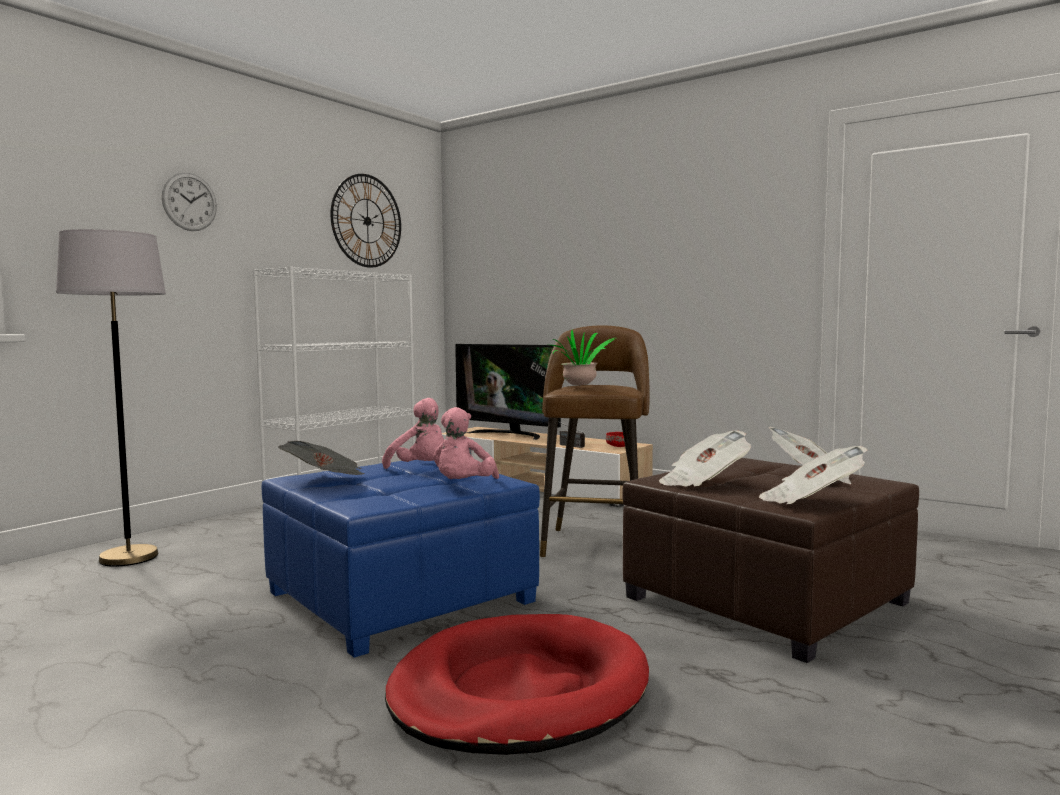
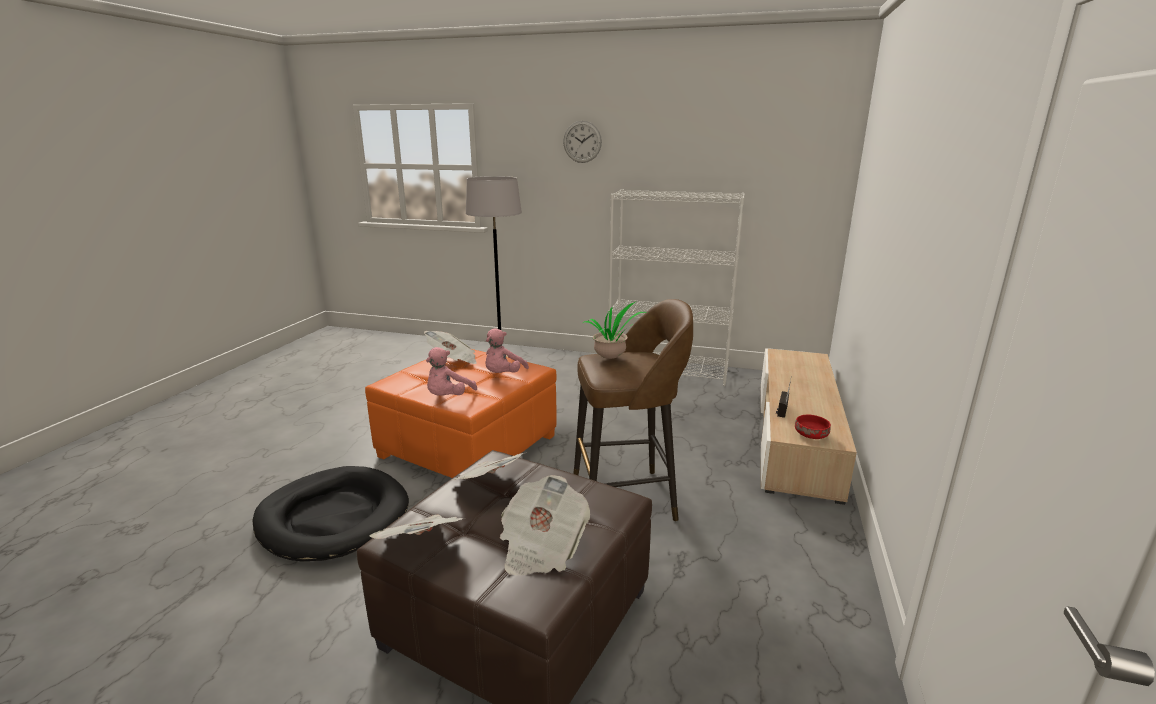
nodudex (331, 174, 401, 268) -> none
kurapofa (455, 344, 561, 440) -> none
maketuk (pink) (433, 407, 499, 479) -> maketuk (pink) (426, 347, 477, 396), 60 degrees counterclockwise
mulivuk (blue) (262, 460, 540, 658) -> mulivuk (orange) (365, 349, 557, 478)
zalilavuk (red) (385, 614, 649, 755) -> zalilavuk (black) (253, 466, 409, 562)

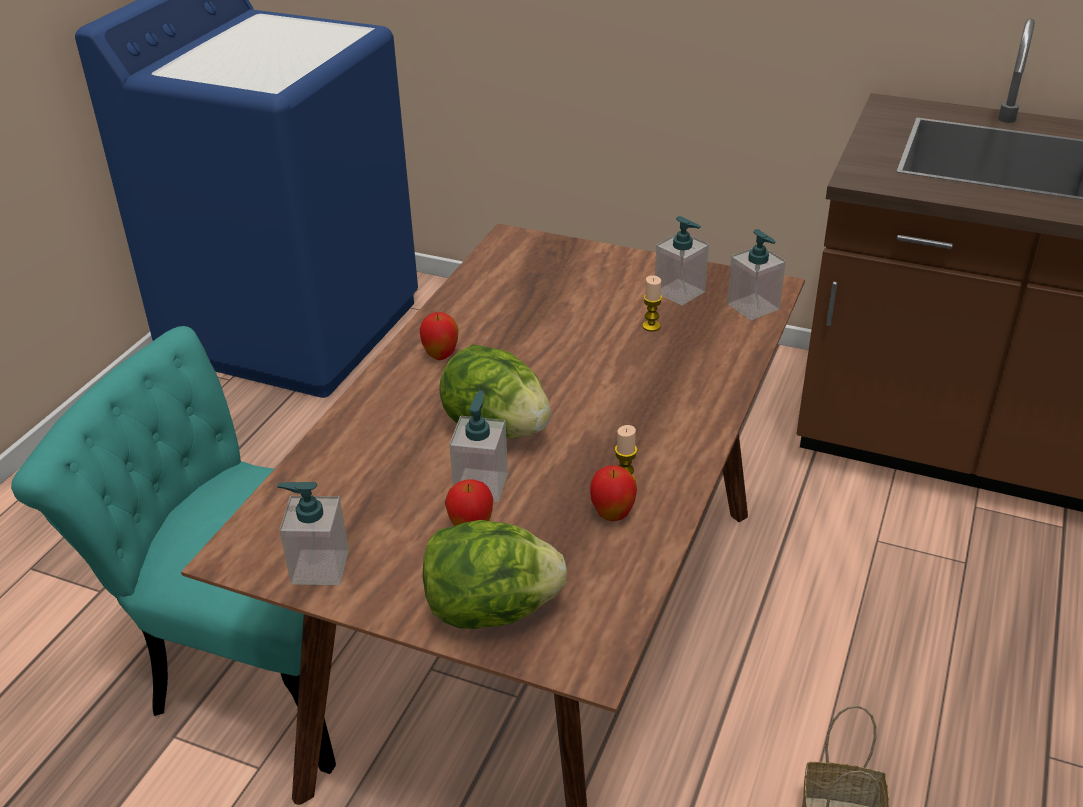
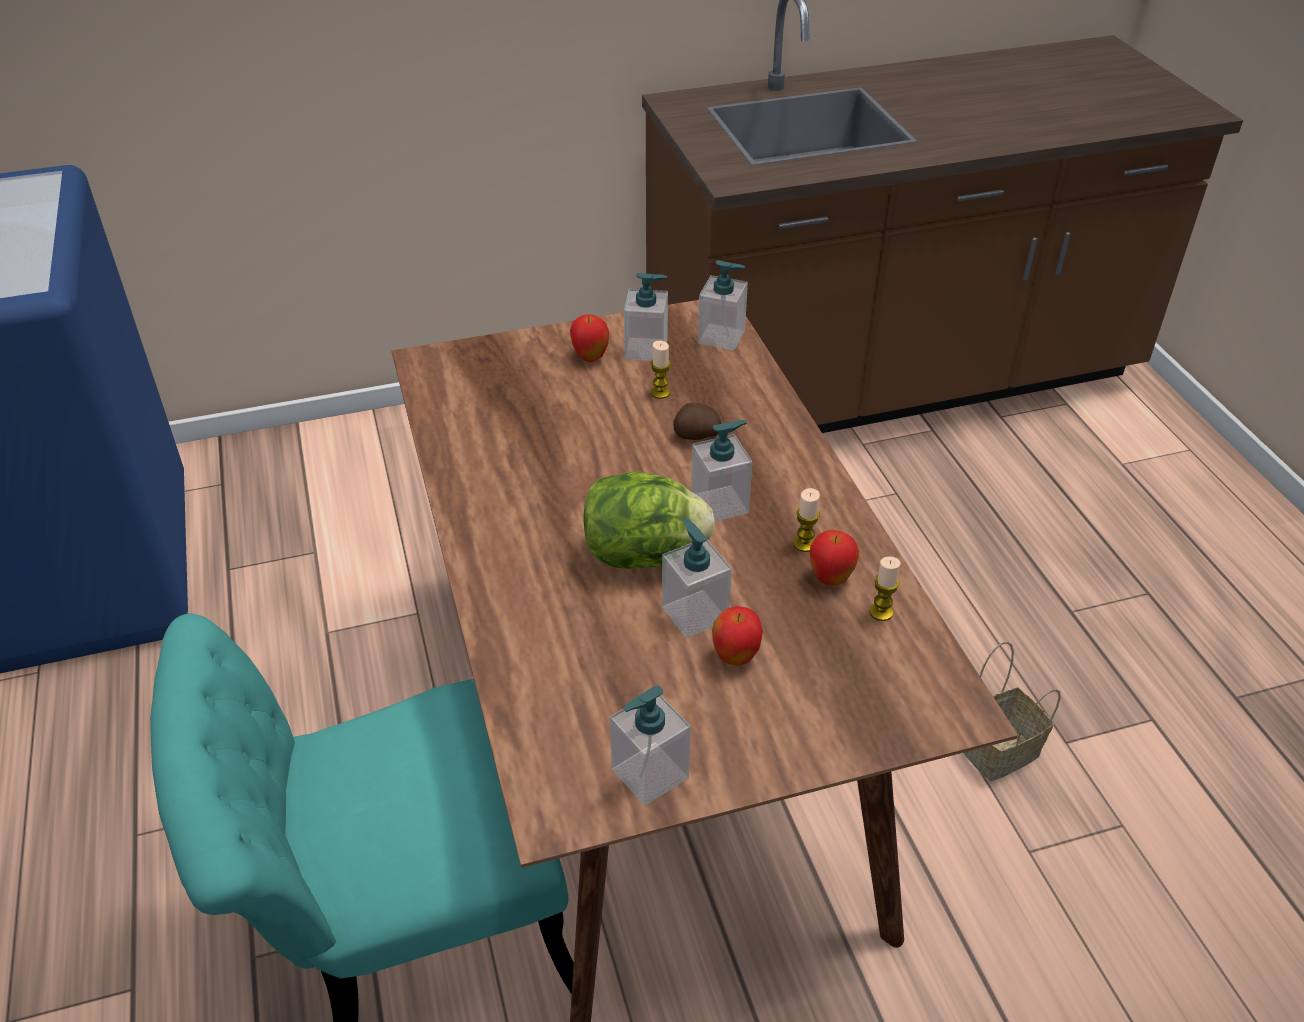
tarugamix (420, 312, 458, 360) -> tarugamix (570, 314, 609, 362), shifted
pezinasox (423, 520, 567, 629) -> none
none -> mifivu (673, 403, 721, 440)
none -> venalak (691, 420, 752, 521)
none -> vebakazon (869, 557, 901, 621)

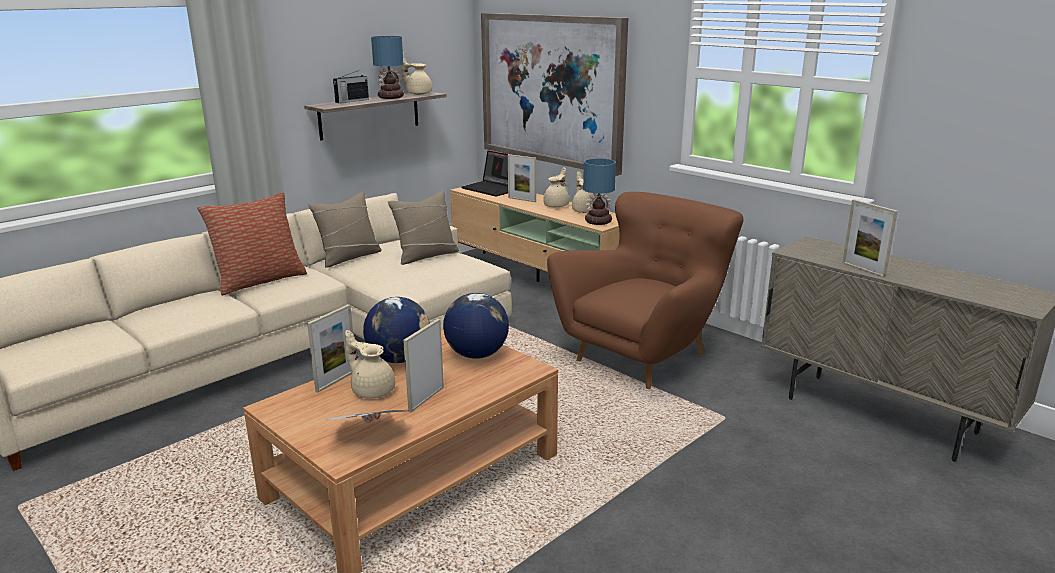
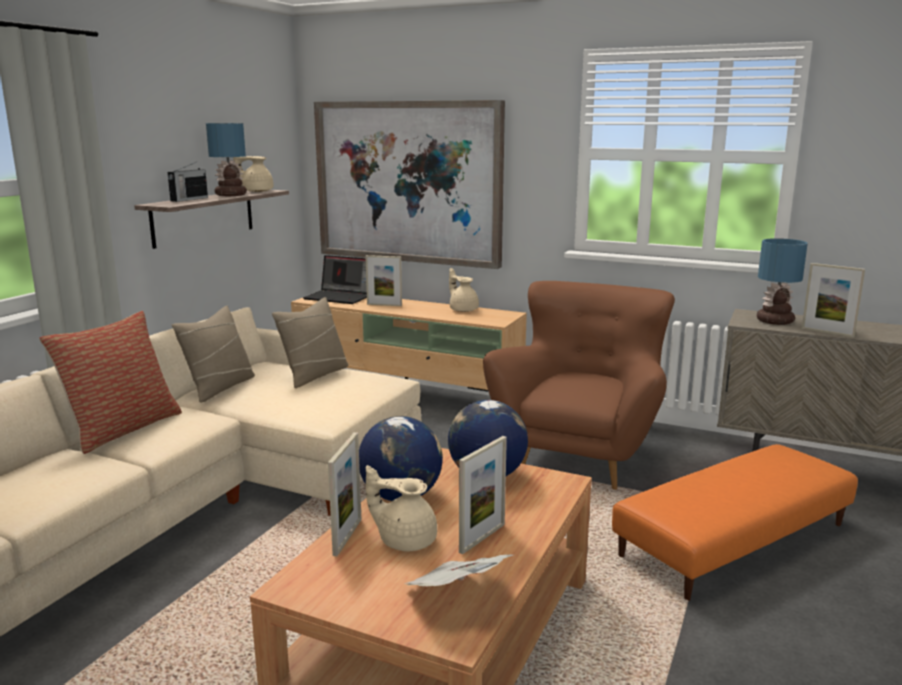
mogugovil (583, 158, 616, 225) -> mogugovil (757, 238, 808, 325), shifted
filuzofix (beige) (543, 167, 570, 207) -> none
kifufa (403, 319, 444, 412) -> kifufa (459, 436, 507, 555), 150 degrees counterclockwise
none -> mulivuk (orange) (612, 444, 858, 601)

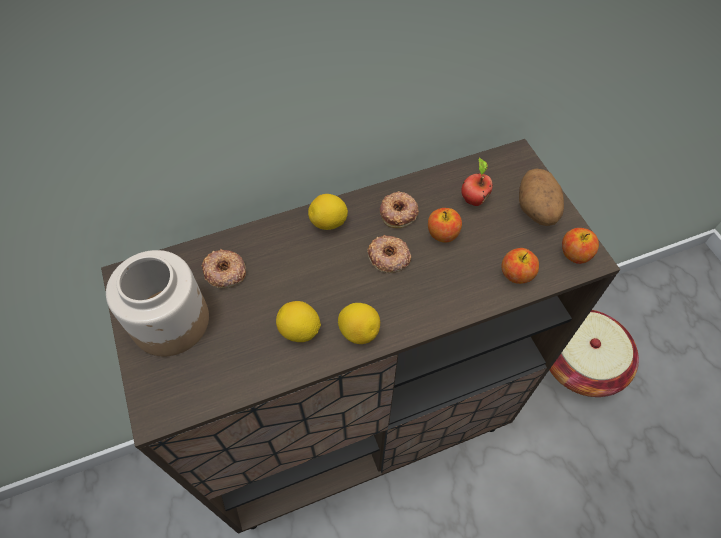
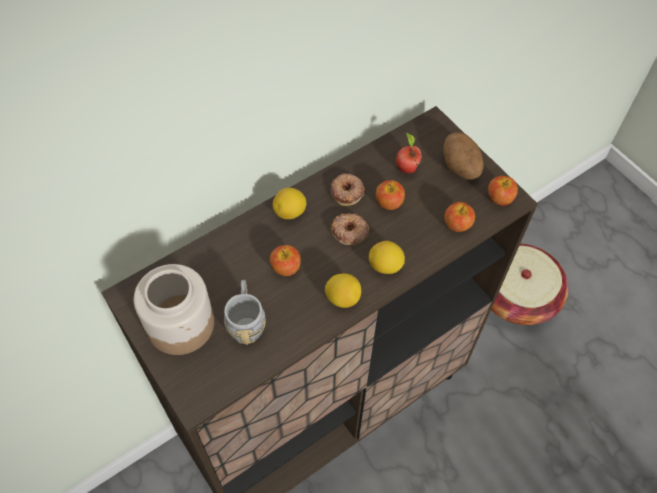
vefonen (202, 249, 246, 288) -> none
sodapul (276, 301, 321, 342) -> sodapul (369, 241, 405, 274), shifted
none -> tarugamix (270, 245, 301, 276)
none -> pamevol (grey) (224, 280, 266, 345)

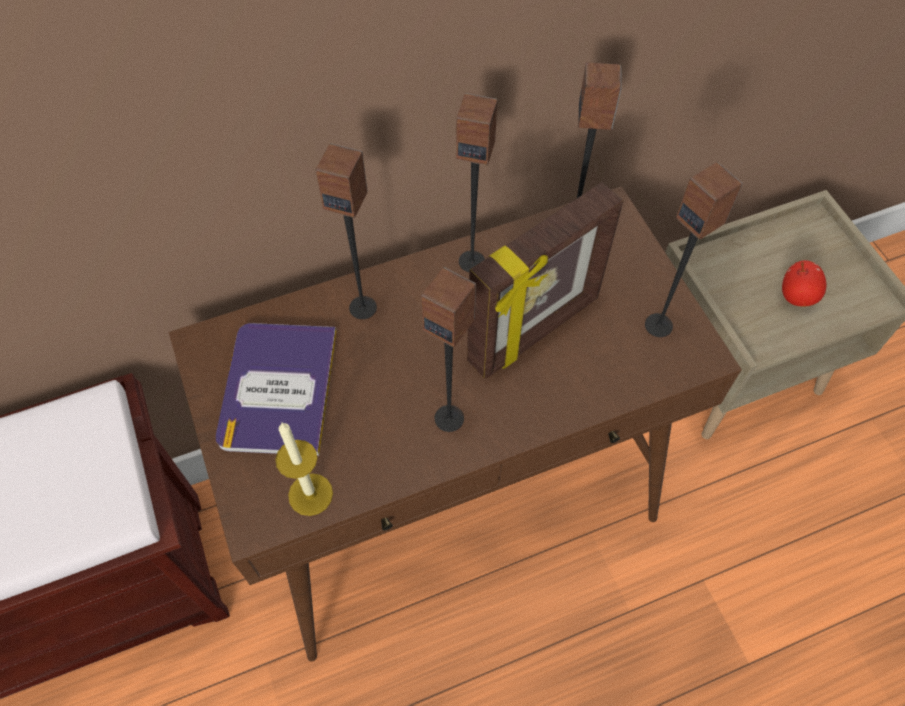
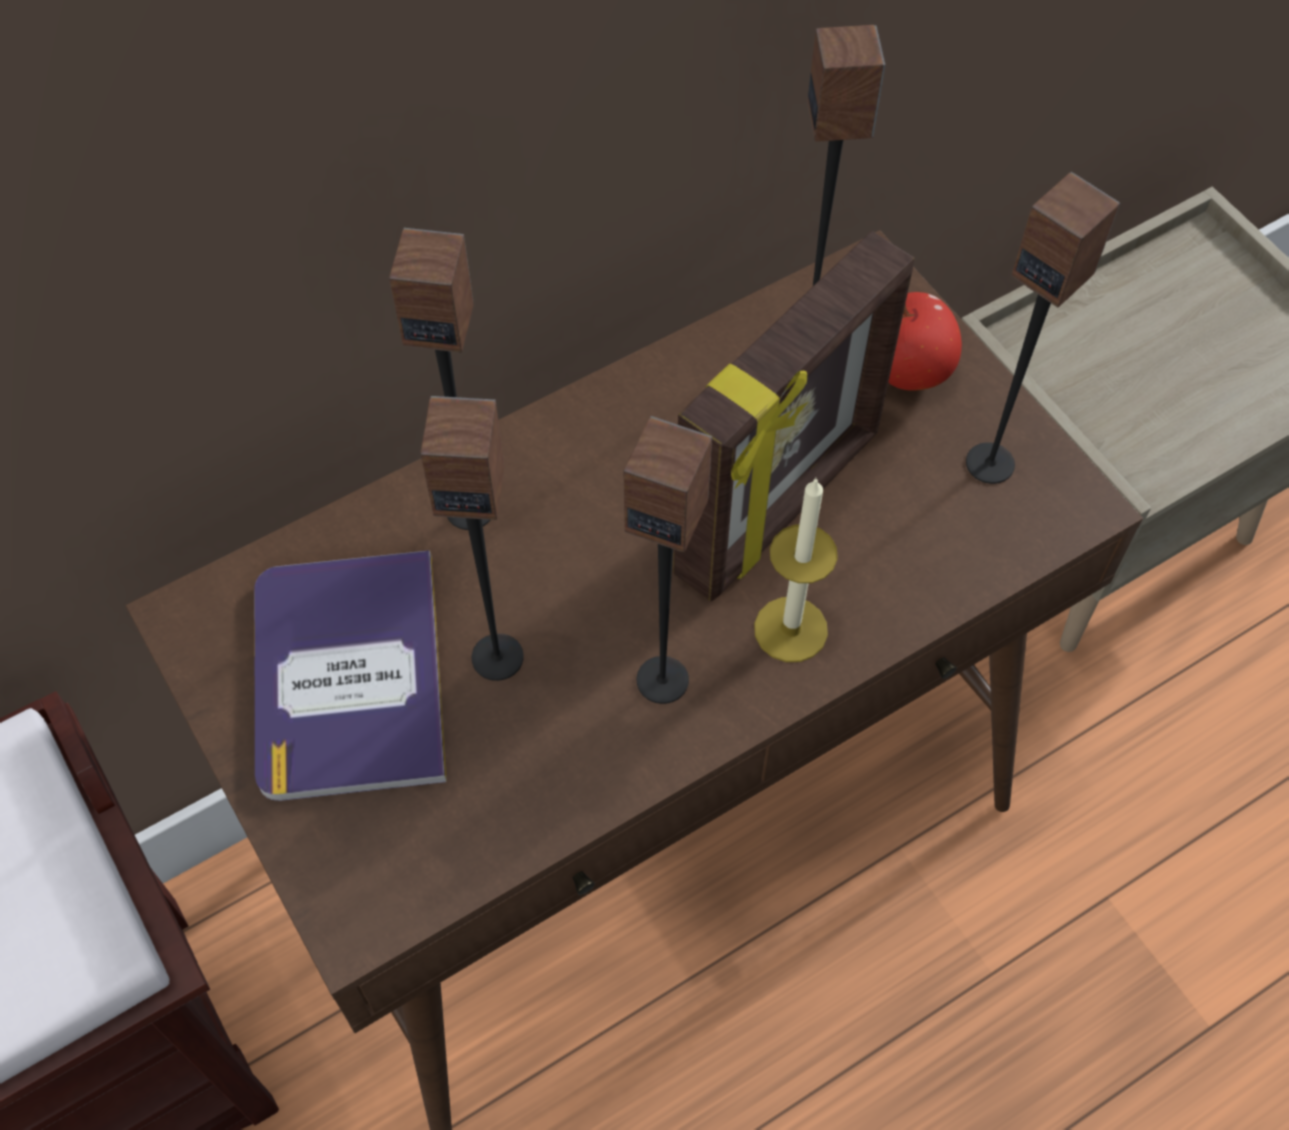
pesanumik (456, 93, 498, 272) -> pesanumik (420, 396, 524, 681), shifted
tarugamix (782, 260, 826, 306) -> tarugamix (888, 292, 962, 391), shifted
vebakazon (275, 422, 333, 516) -> vebakazon (754, 477, 838, 662), shifted

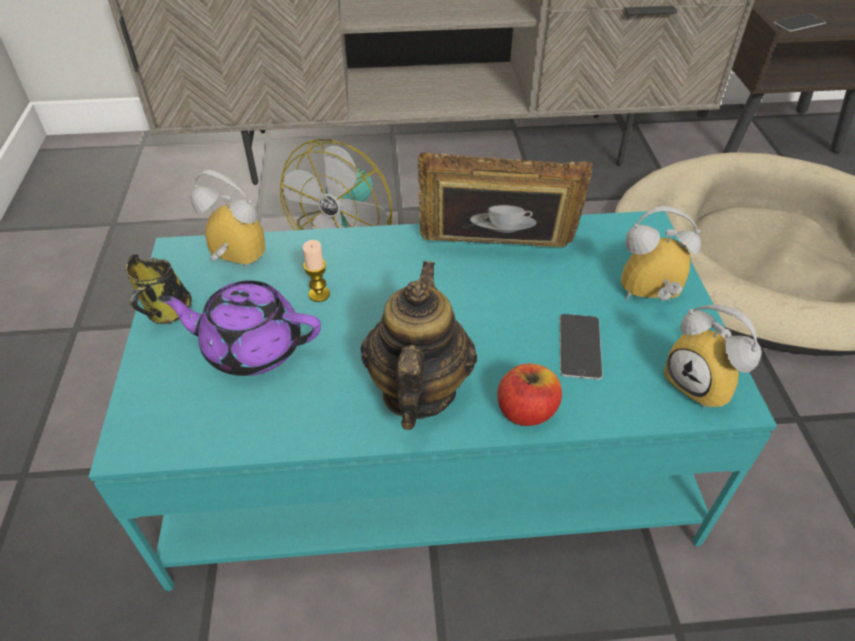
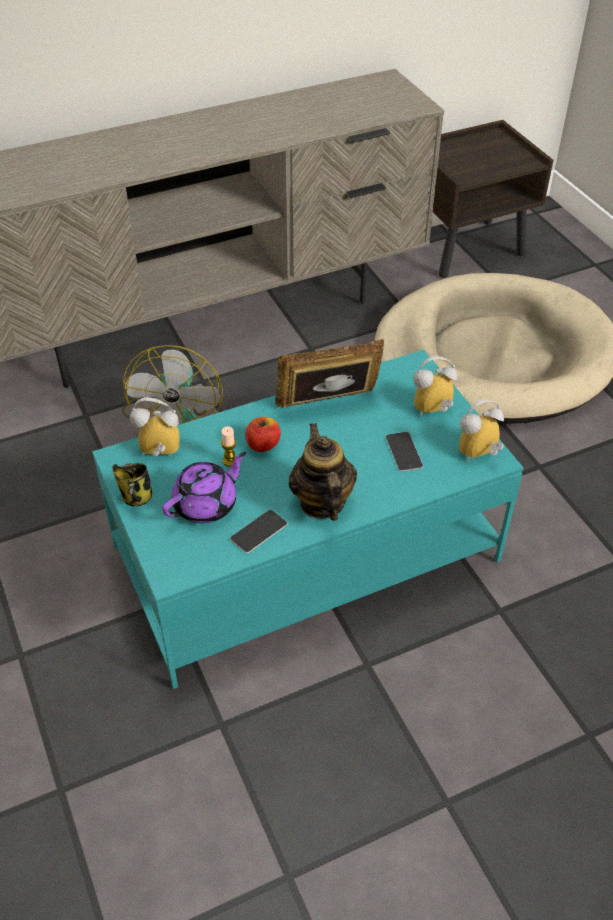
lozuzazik (774, 14, 826, 32) -> lozuzazik (230, 509, 288, 553), shifted
filuzofix (purple) (158, 280, 321, 376) -> filuzofix (purple) (162, 452, 246, 523), 150 degrees clockwise
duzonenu (664, 305, 762, 409) -> duzonenu (459, 399, 504, 462), 120 degrees clockwise
tarugamix (497, 363, 562, 426) -> tarugamix (245, 417, 281, 452), shifted

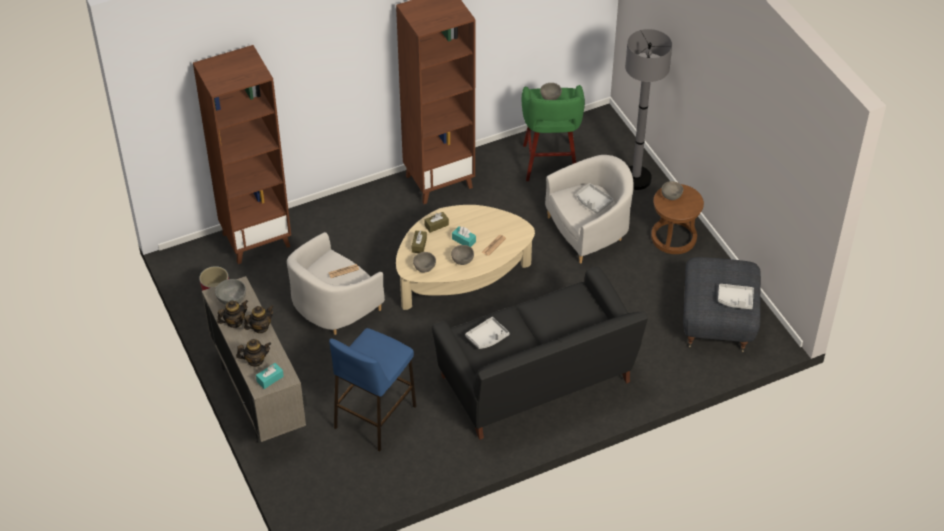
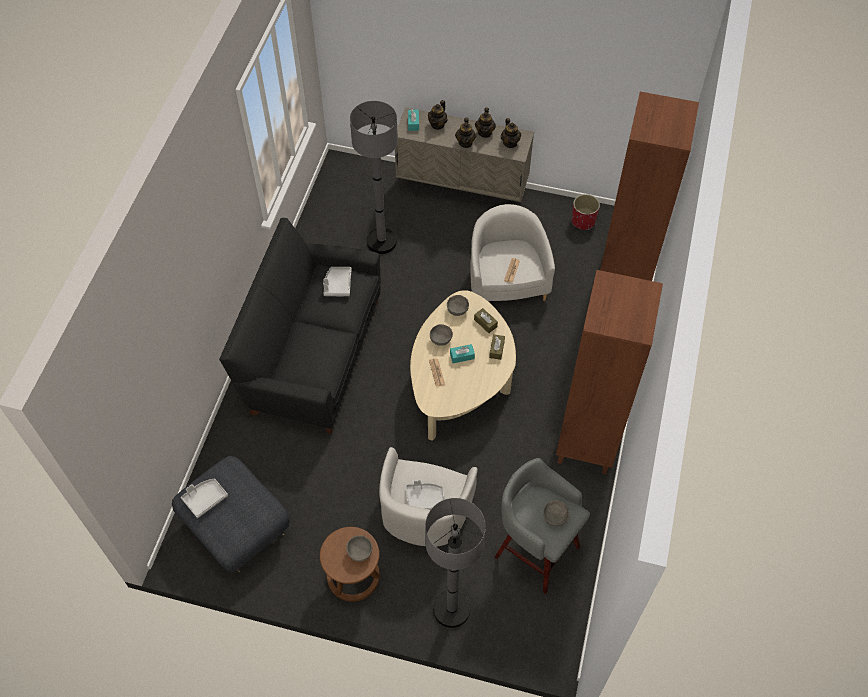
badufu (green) (522, 85, 585, 181) -> badufu (grey) (495, 458, 590, 594)
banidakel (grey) (215, 279, 246, 305) -> filuzofix (501, 118, 521, 148)
badufu (blue) (329, 328, 416, 451) -> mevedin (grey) (350, 101, 398, 254)

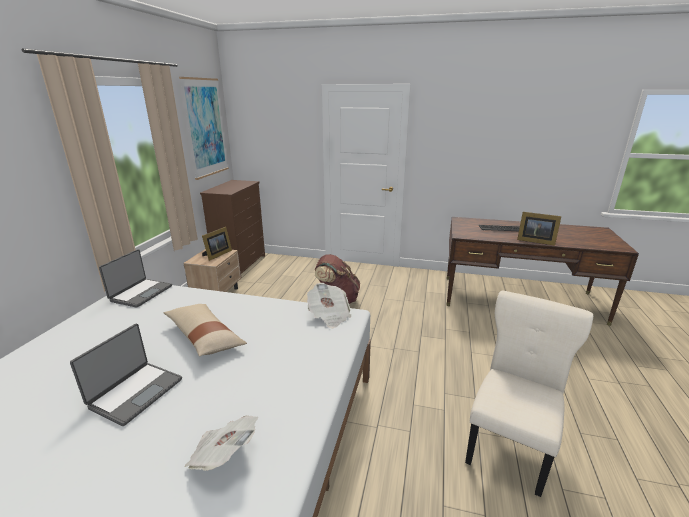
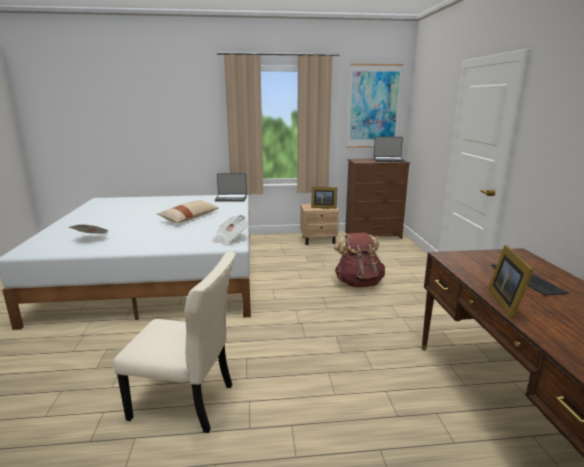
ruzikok (70, 323, 182, 426) -> ruzikok (374, 136, 405, 162), shifted

